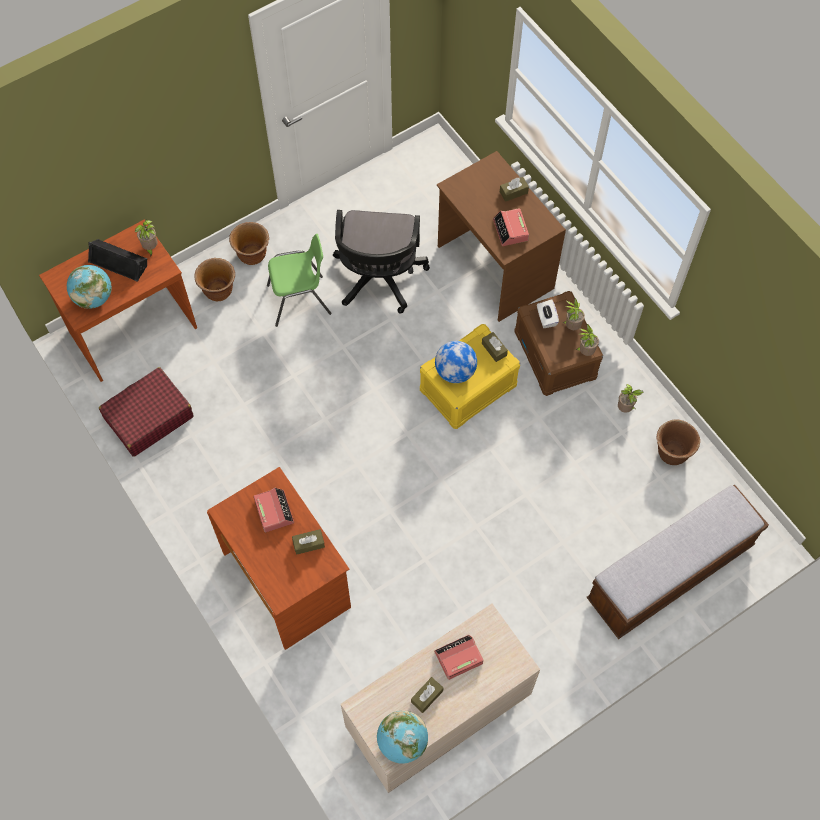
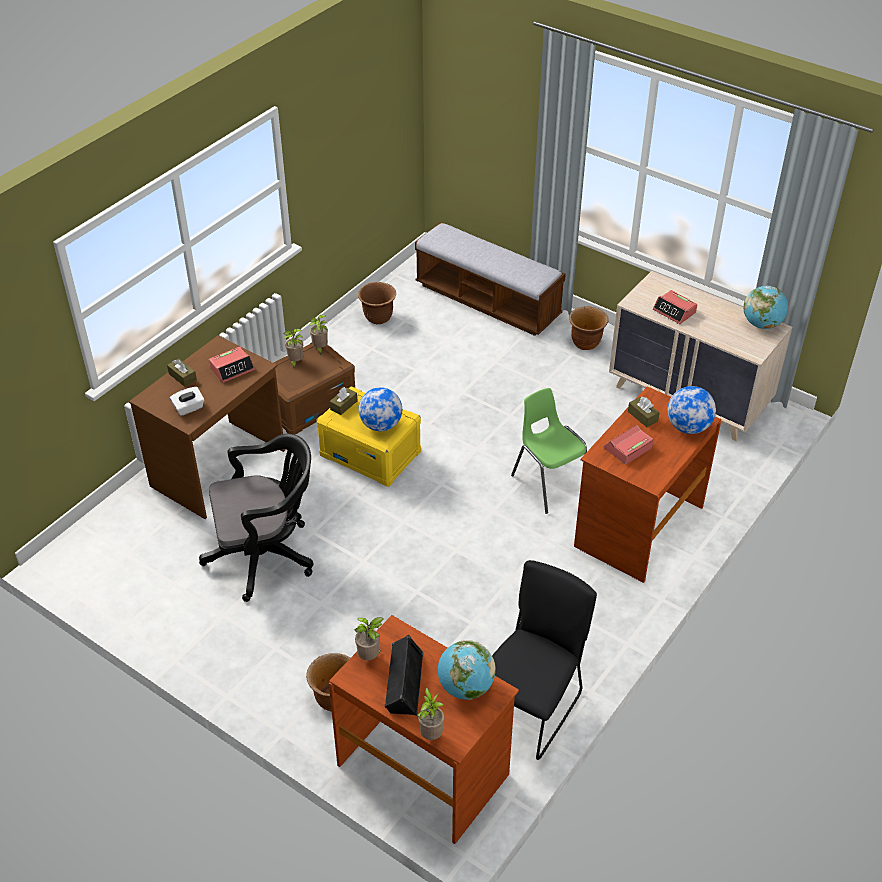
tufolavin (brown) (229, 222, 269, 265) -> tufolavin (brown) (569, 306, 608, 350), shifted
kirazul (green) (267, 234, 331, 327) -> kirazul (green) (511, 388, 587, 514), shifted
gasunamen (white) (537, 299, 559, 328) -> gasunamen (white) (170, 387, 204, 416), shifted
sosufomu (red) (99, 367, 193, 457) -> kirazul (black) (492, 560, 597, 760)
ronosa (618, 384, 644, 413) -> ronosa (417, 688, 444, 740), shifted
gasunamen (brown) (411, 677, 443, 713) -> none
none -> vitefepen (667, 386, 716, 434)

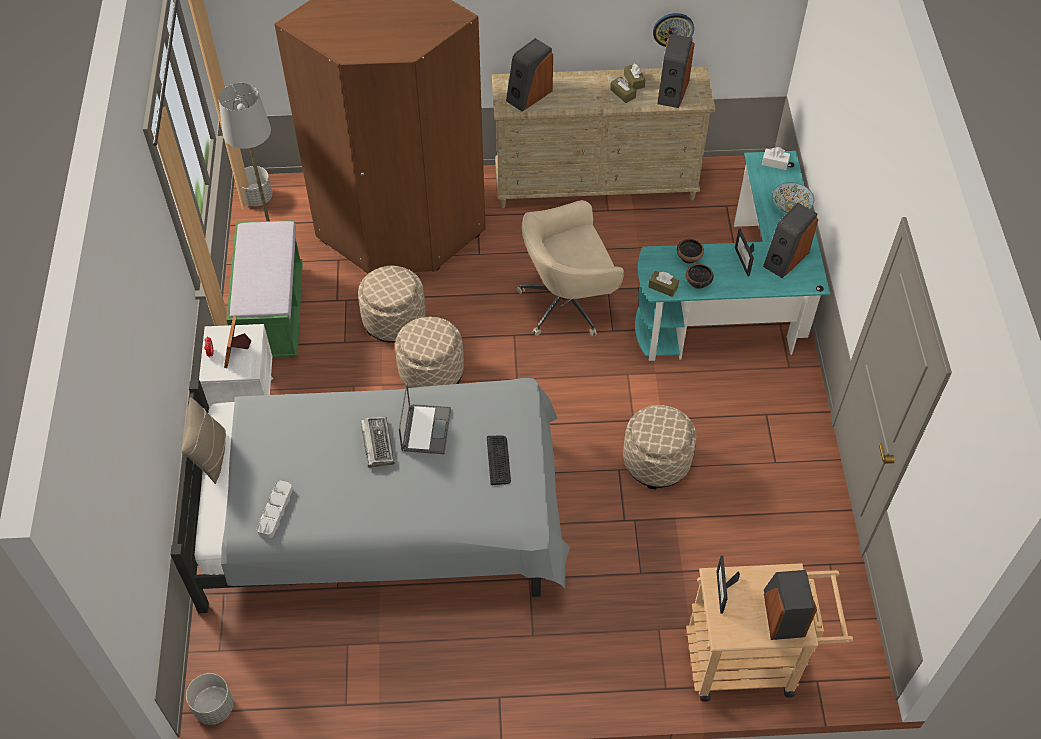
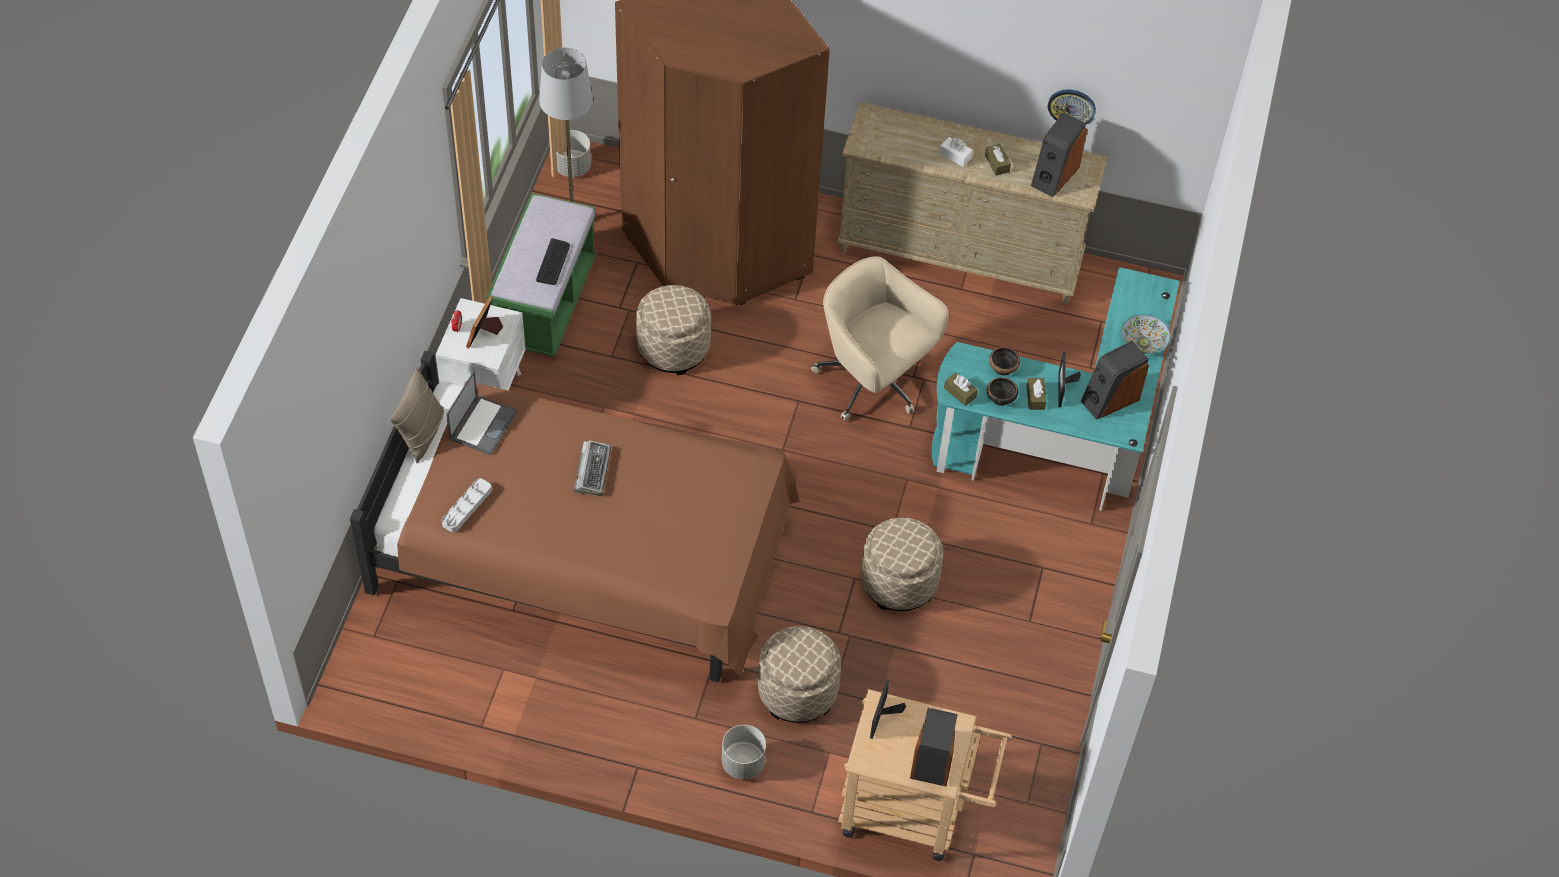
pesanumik (506, 38, 553, 111) -> none
gasunamen (brown) (624, 63, 646, 90) -> gasunamen (brown) (1026, 378, 1046, 410), shifted
gasunamen (white) (762, 147, 790, 170) -> gasunamen (white) (940, 137, 973, 167), shifted
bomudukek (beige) (517, 200, 624, 336) -> bomudukek (beige) (811, 256, 949, 421), 45 degrees clockwise
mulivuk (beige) (395, 317, 464, 388) -> mulivuk (beige) (758, 626, 841, 723), shifted
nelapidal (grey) (171, 378, 570, 613) -> nelapidal (brown) (350, 351, 800, 682)
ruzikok (399, 383, 451, 454) -> ruzikok (446, 371, 518, 455), shifted
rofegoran (487, 435, 511, 485) -> rofegoran (536, 238, 570, 285), shifted
tufolavin (grey) (186, 673, 234, 725) -> tufolavin (grey) (722, 725, 766, 780), shifted

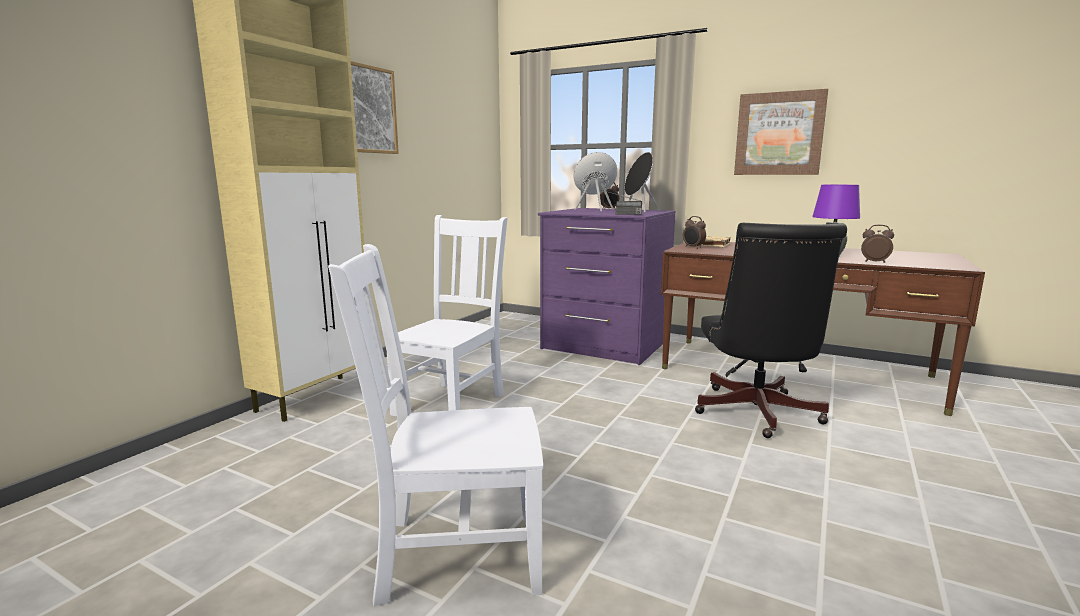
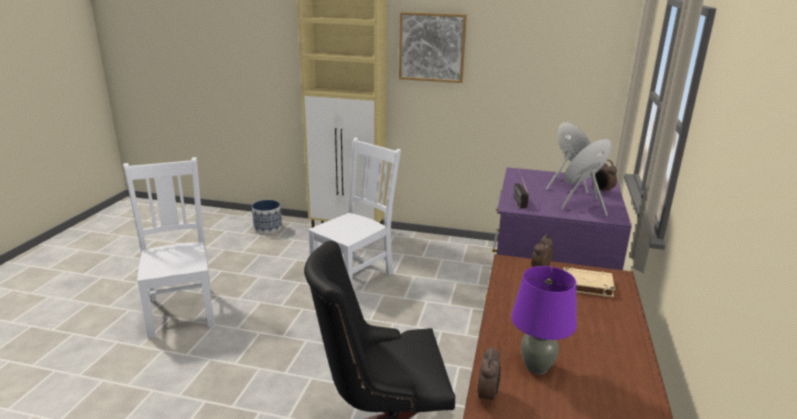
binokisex (734, 89, 828, 175) -> none
kirazul (white) (387, 215, 508, 417) -> kirazul (white) (308, 138, 401, 287), 60 degrees counterclockwise
none -> tufolavin (252, 200, 282, 234)

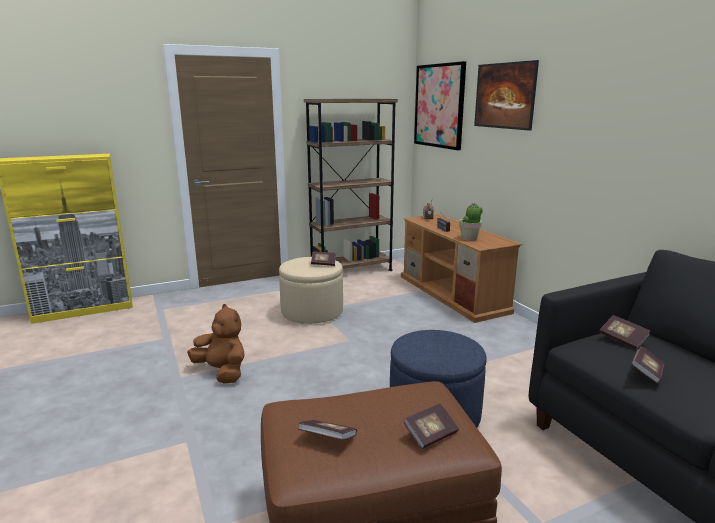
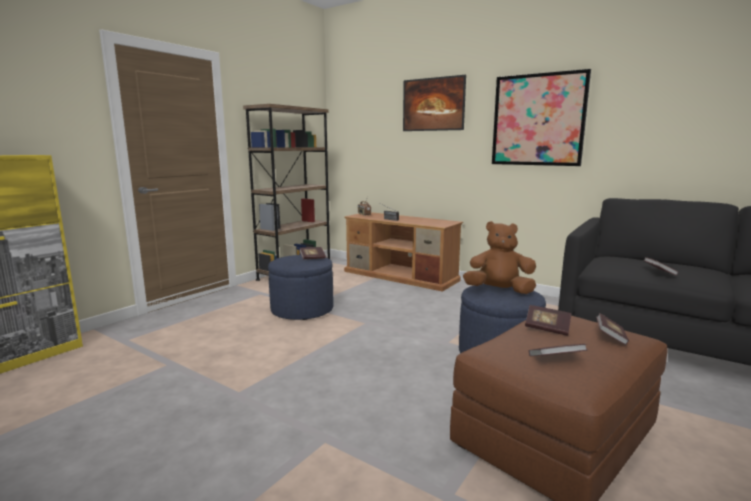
binokisex (414, 61, 466, 150) -> binokisex (492, 69, 591, 166), shifted
ronosa (459, 203, 483, 241) -> none
mulivuk (beige) (279, 257, 343, 324) -> mulivuk (blue) (268, 255, 333, 320)
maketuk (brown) (187, 304, 244, 384) -> maketuk (brown) (463, 221, 536, 294), shifted
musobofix (599, 315, 650, 350) -> musobofix (525, 305, 571, 336), shifted

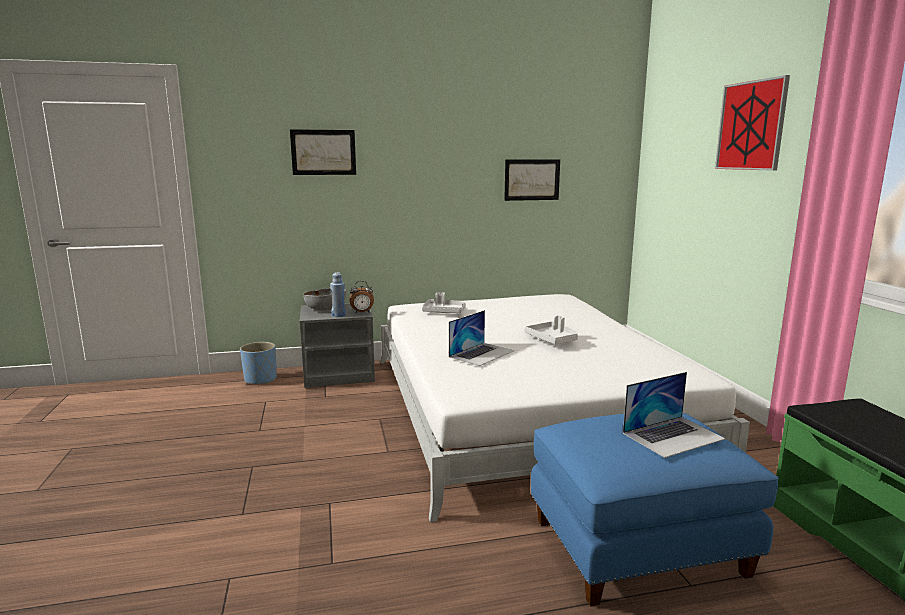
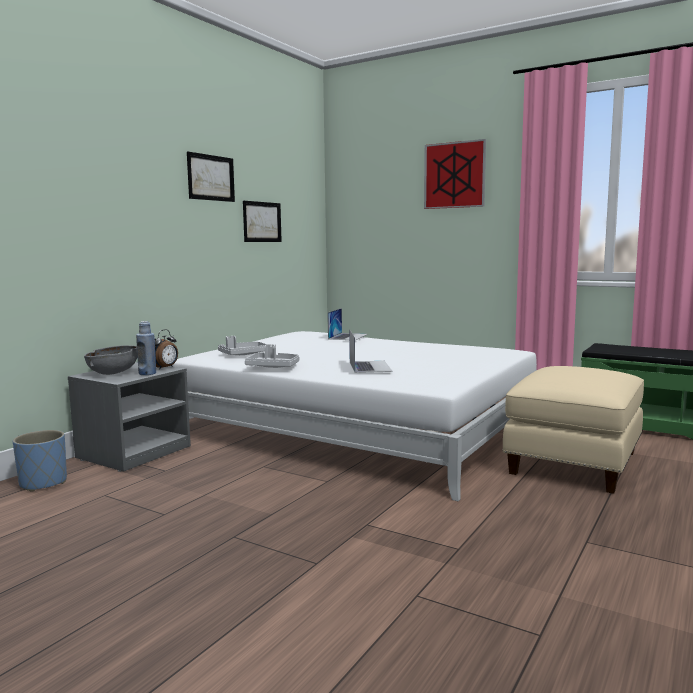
binokisex (290, 129, 356, 175) -> binokisex (187, 151, 235, 202), shifted
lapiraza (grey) (525, 316, 578, 344) -> lapiraza (grey) (245, 344, 299, 368), shifted
ruzikok (623, 372, 726, 458) -> ruzikok (328, 308, 367, 341), shifted
mulivuk (blue) (531, 413, 779, 606) -> mulivuk (beige) (502, 366, 644, 494)

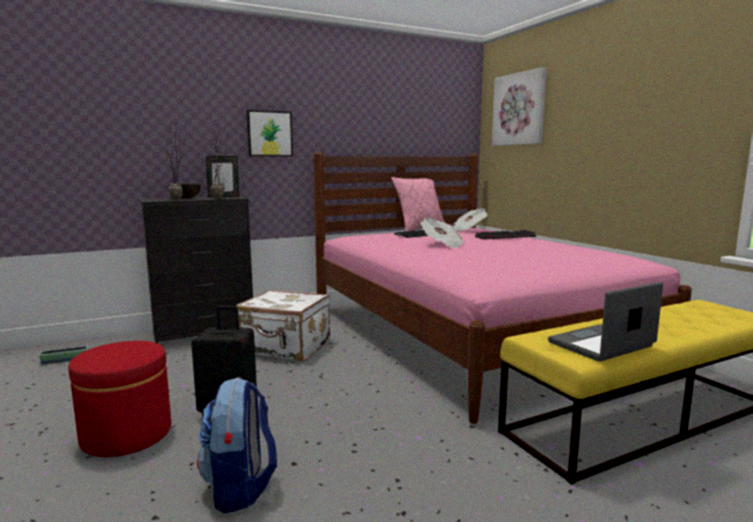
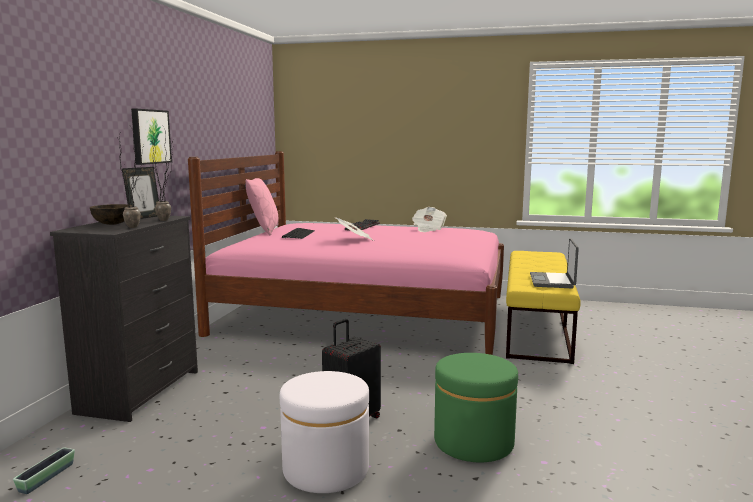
binokisex (492, 67, 546, 146) -> none
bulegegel (453, 208, 488, 231) -> bulegegel (412, 207, 447, 232), shifted
sosufomu (white) (236, 289, 330, 361) -> none
mulivuk (red) (68, 341, 171, 457) -> mulivuk (white) (280, 371, 369, 493)
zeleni (197, 377, 277, 513) -> mulivuk (green) (434, 353, 518, 462)

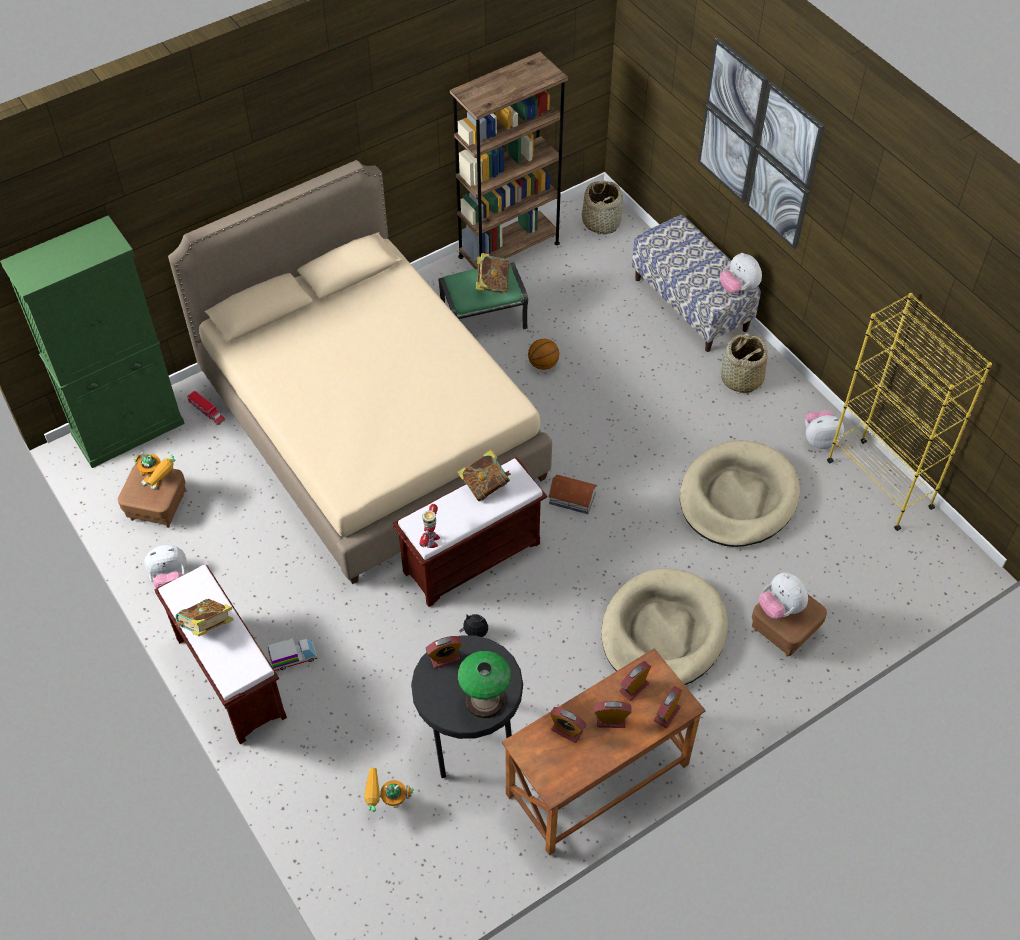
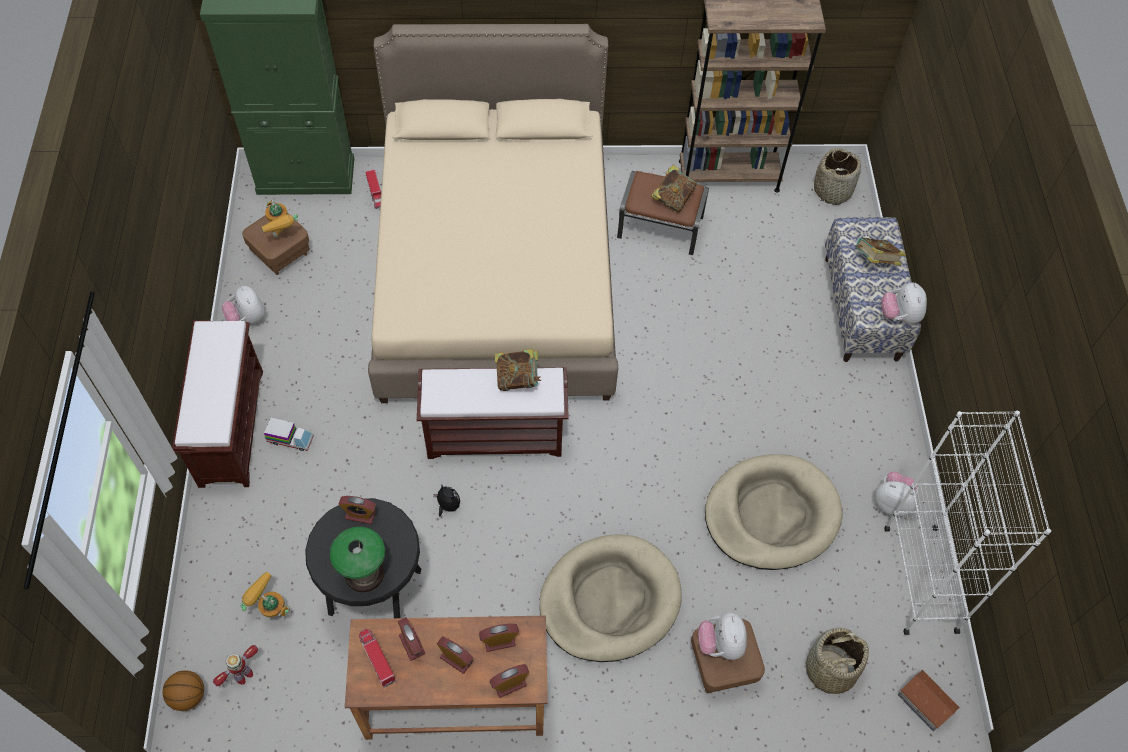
binokisex (698, 37, 825, 249) -> none
mulivuk (green) (439, 262, 528, 330) -> mulivuk (brown) (617, 171, 709, 255)
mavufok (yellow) (827, 293, 992, 531) -> mavufok (white) (885, 411, 1051, 635)
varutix (721, 333, 768, 394) -> varutix (806, 628, 869, 694), shifted
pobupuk (528, 339, 559, 370) -> pobupuk (163, 670, 204, 711), shifted
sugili (548, 475, 597, 514) -> sugili (898, 669, 960, 731), shifted
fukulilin (420, 504, 440, 548) -> fukulilin (213, 645, 258, 686), shifted
maketuk (144, 545, 186, 588) -> maketuk (222, 286, 265, 324), 45 degrees clockwise
musobofix (175, 599, 234, 636) -> musobofix (855, 238, 906, 266), shifted
none -> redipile (359, 629, 396, 688)

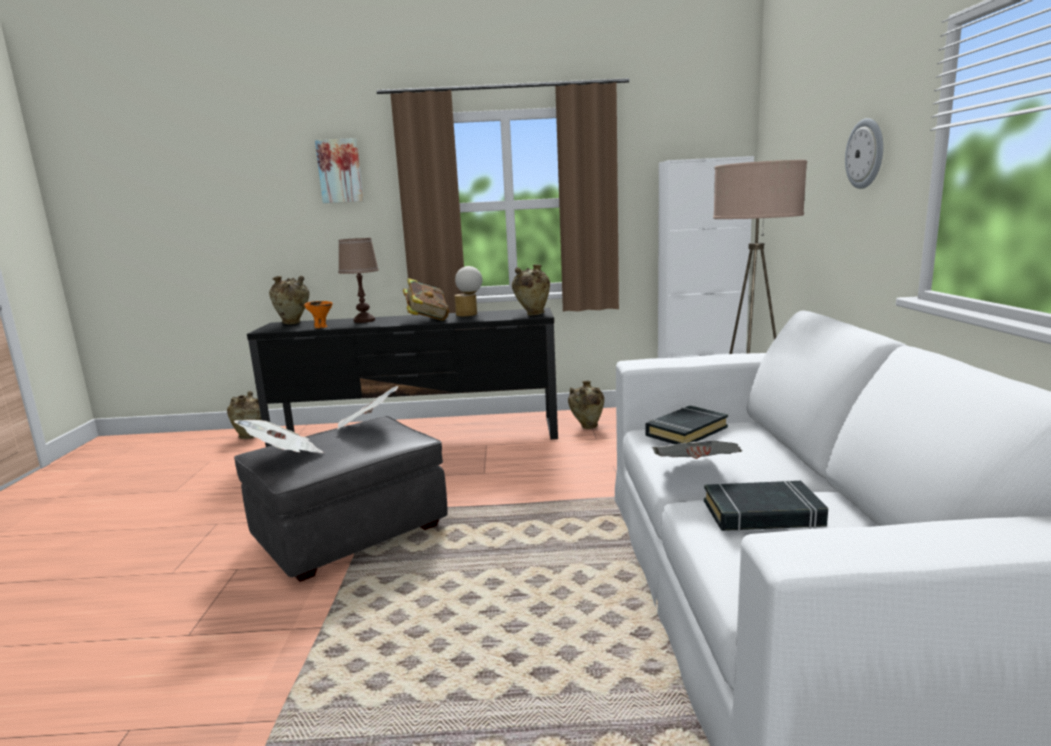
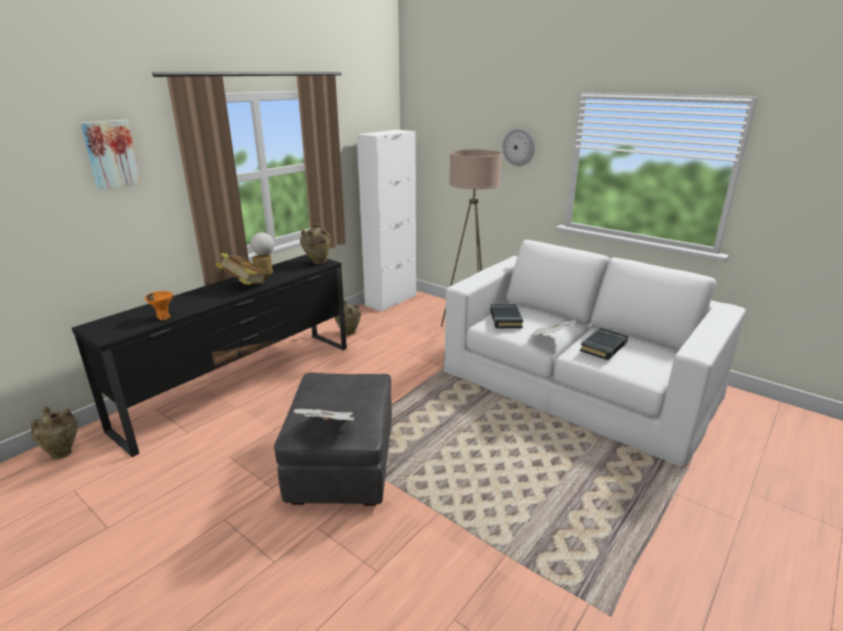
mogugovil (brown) (338, 238, 379, 323) -> none
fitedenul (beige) (269, 276, 309, 324) -> none
bulegegel (337, 386, 398, 430) -> none

